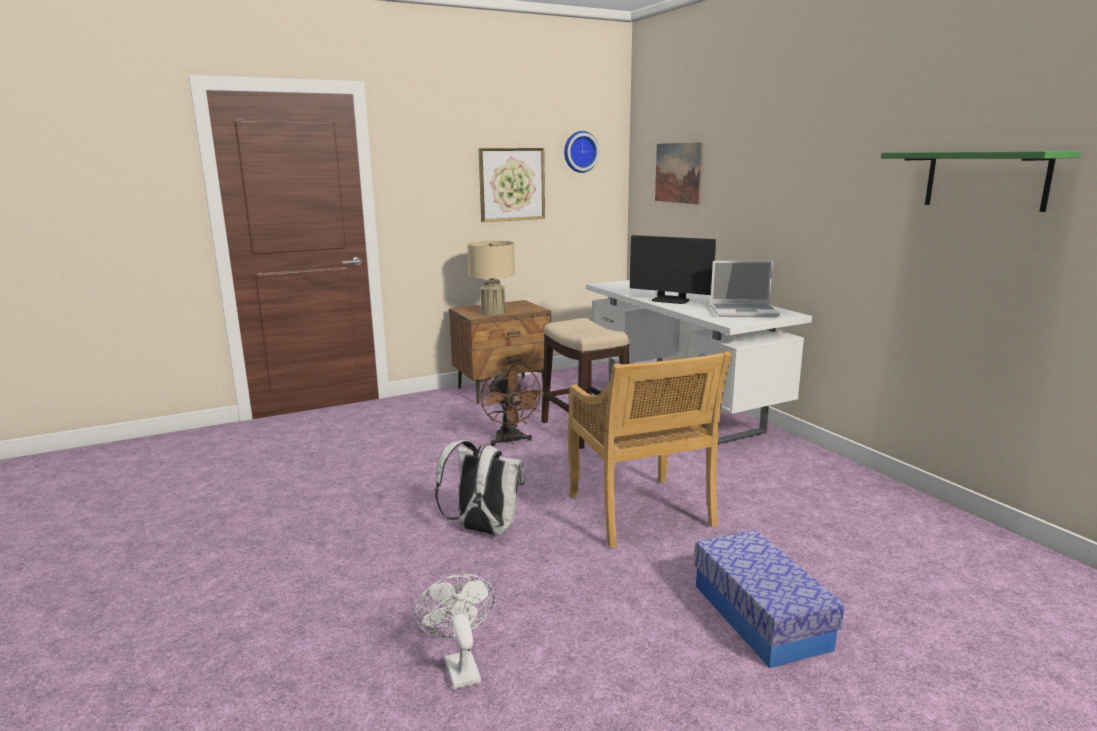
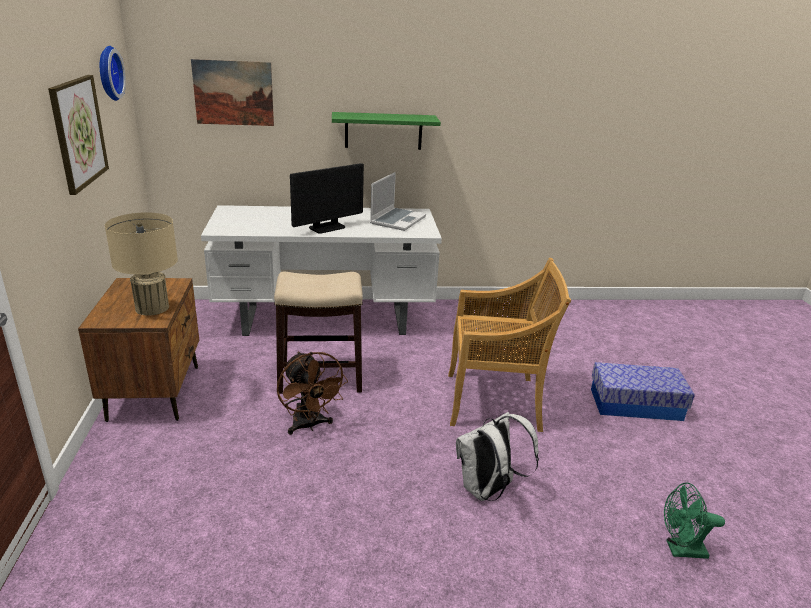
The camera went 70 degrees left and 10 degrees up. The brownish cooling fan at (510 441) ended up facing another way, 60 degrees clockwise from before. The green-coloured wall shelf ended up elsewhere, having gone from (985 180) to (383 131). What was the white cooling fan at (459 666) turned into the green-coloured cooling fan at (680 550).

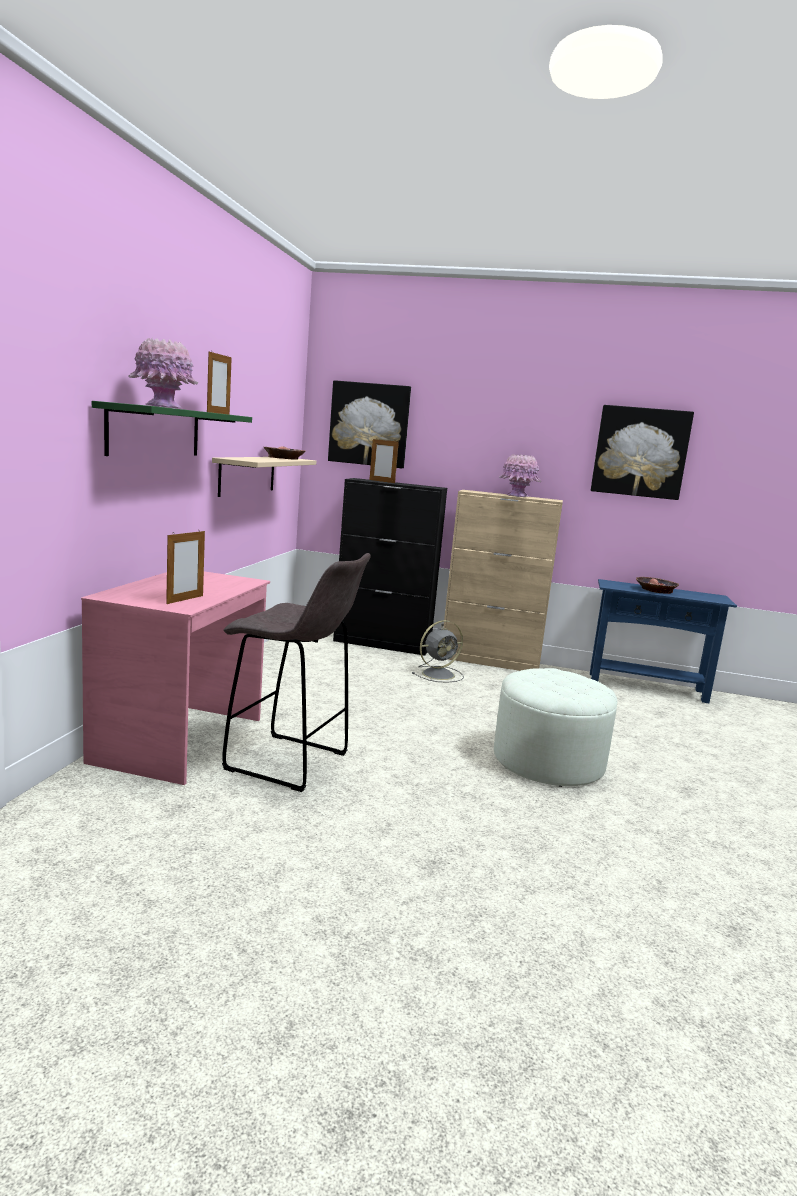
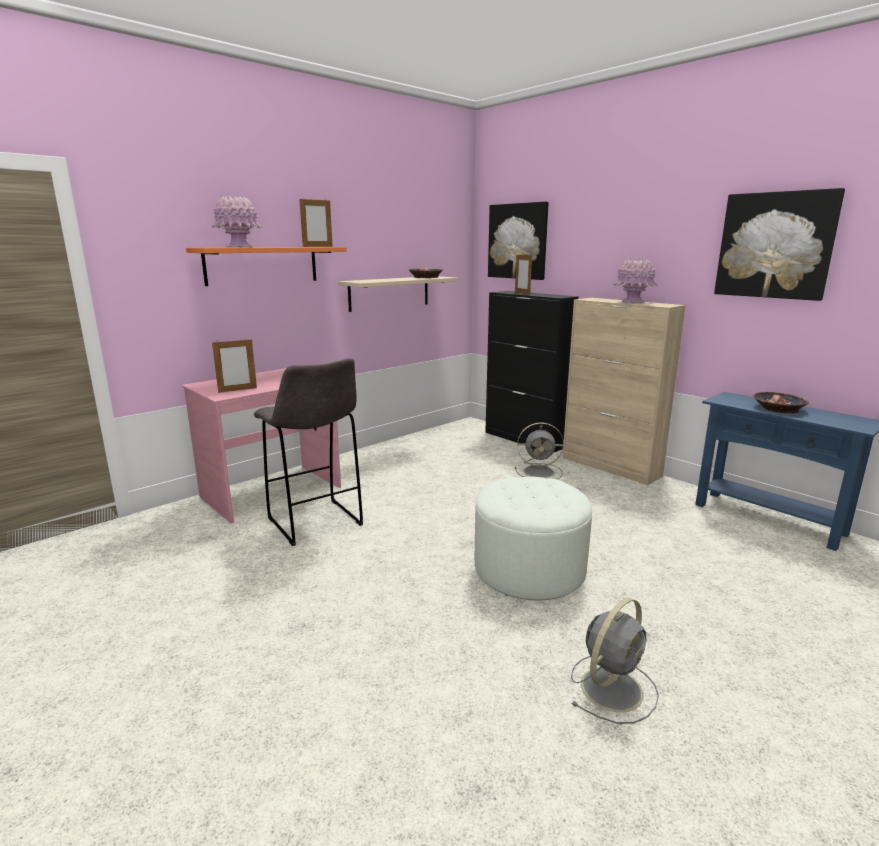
The camera went 35 degrees right and 5 degrees up. What was the green-coloured wall shelf at (155 431) turned into the orangey wall shelf at (262 265). The second view gained the gray cooling fan at (612 687).

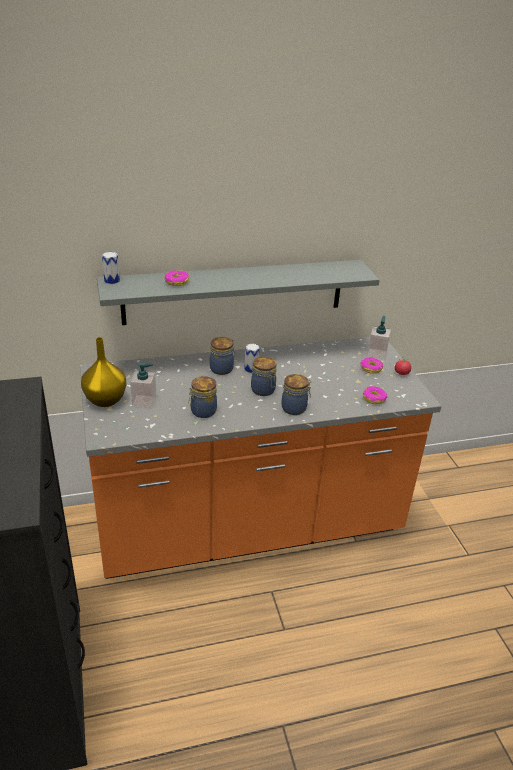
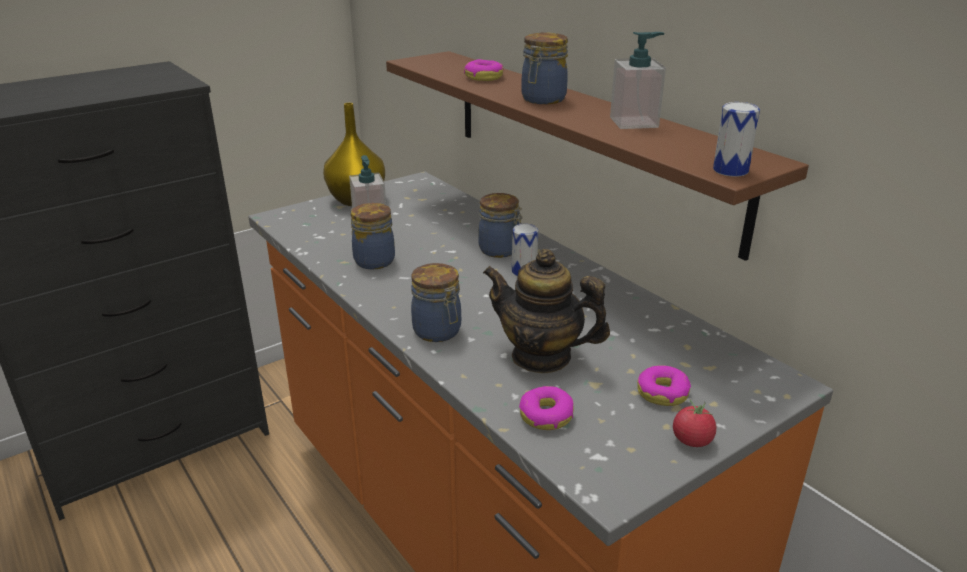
The camera went 70 degrees right and 5 degrees down. What was the gray wall shelf at (234 292) turned into the brownish wall shelf at (585 141). The second view gained the tea pot at (541 356). The jar ended up elsewhere, having gone from (263 390) to (542 100). The soap dispenser ended up elsewhere, having gone from (377 354) to (634 122). The metal can ended up elsewhere, having gone from (112 281) to (730 170).

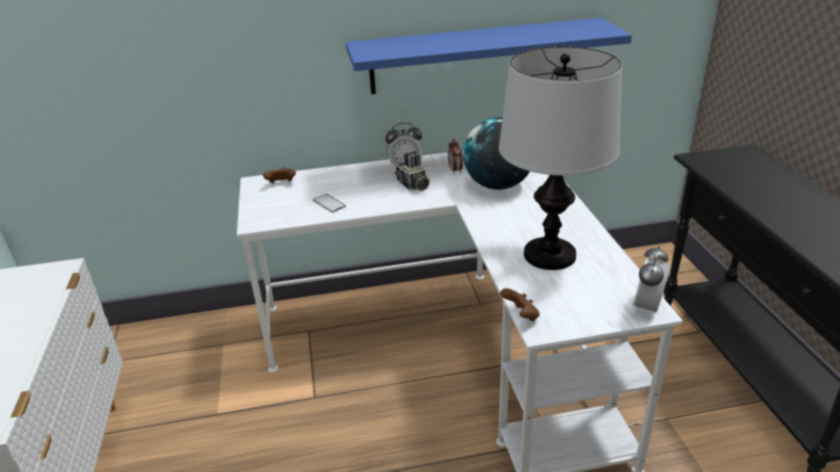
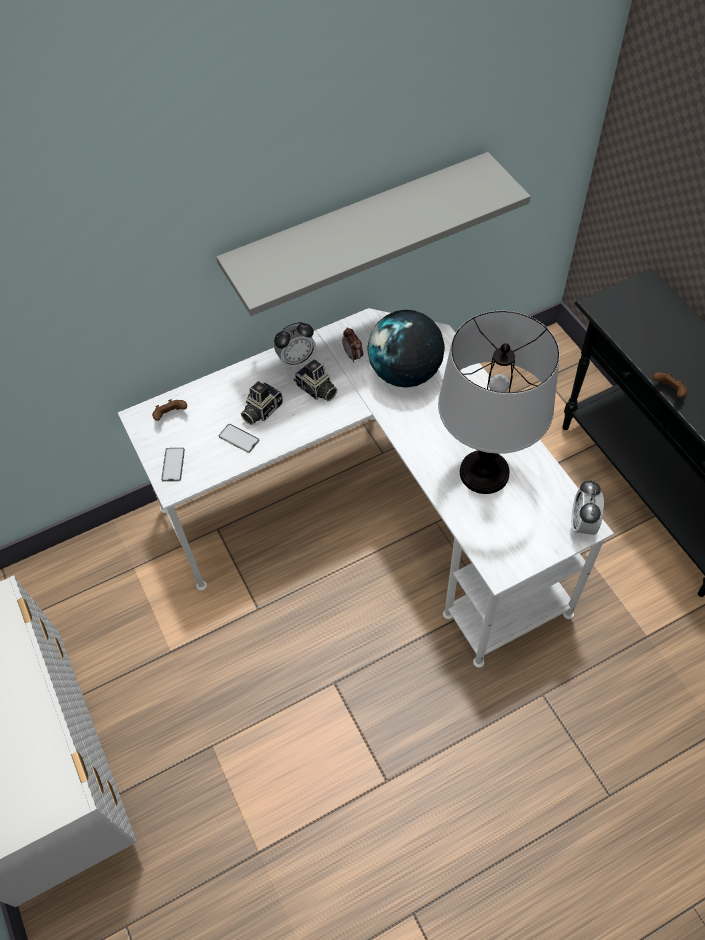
The camera went 15 degrees left and 25 degrees up. The second view gained the handset at (173 464). What was the bluish wall shelf at (477 56) turned into the gray wall shelf at (358 226). The second view gained the photo camera at (261 410). The brownish gamepad ended up elsewhere, having gone from (521 316) to (668 391).

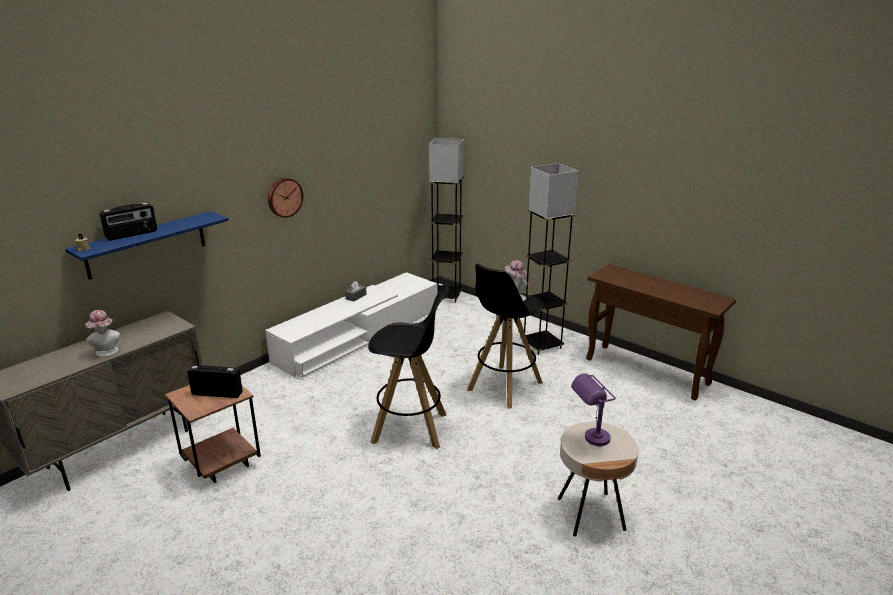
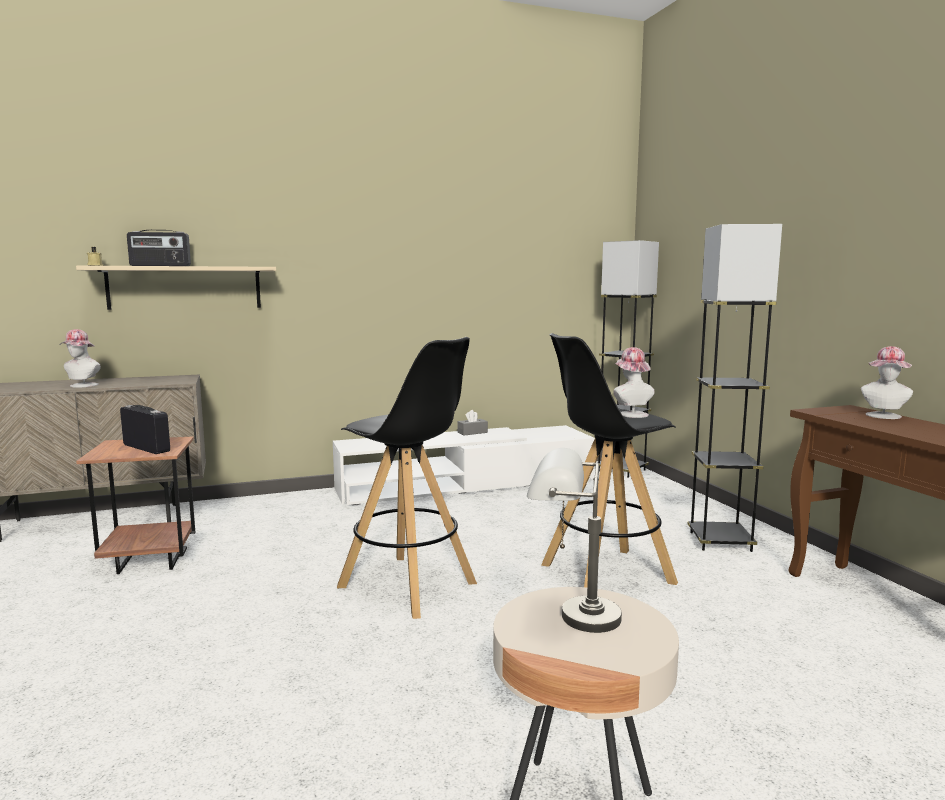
The camera went 30 degrees right and 15 degrees down. What was the bluish wall shelf at (146 245) turned into the beige wall shelf at (185 287). What was the purple-coloured lamp for a table at (590 440) turned into the gray lamp for a table at (569 616). The second view gained the wearable hat at (884 416). The second view lost the wall clock at (284 197).

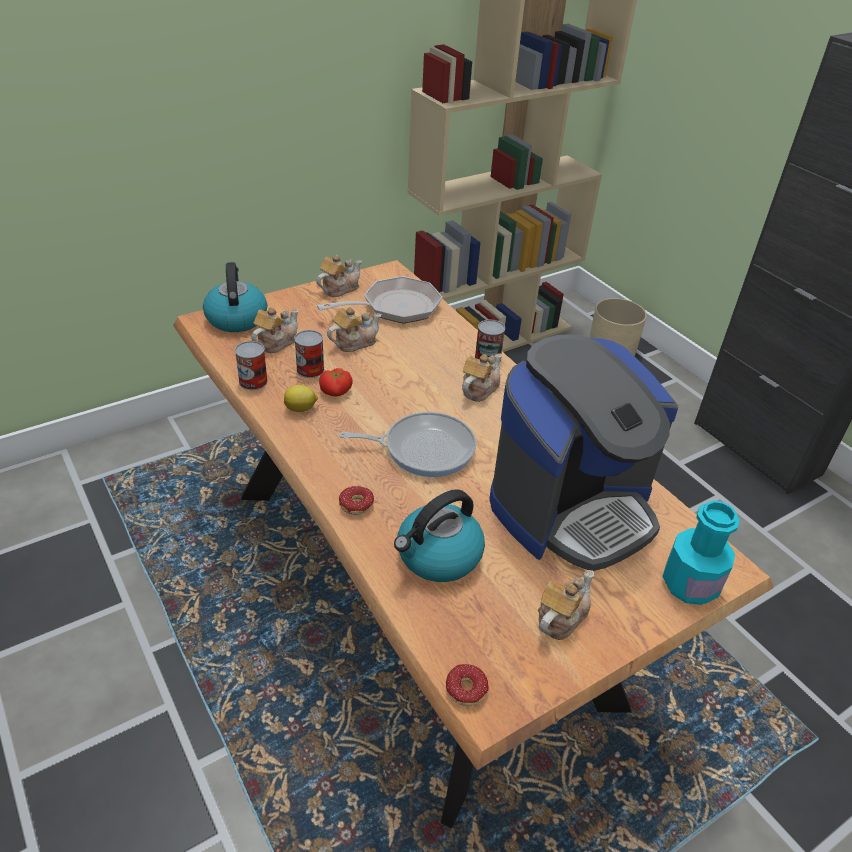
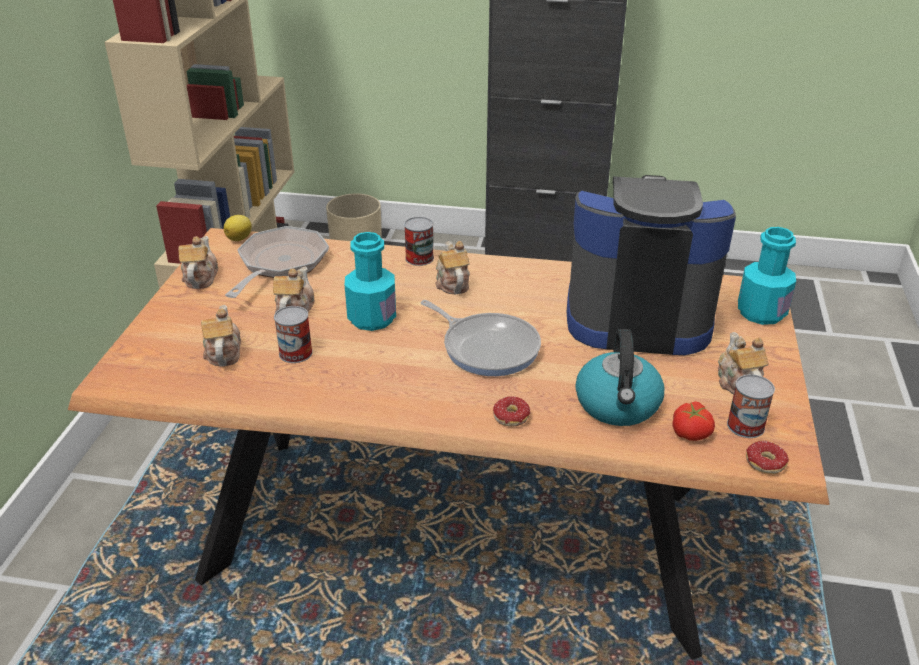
The camera went 45 degrees left and 5 degrees down. The lemon ended up elsewhere, having gone from (301 409) to (240 238). The second view gained the turquoise-coloured beverage bottle at (372 318). The skillet at (424 449) ended up facing another way, 90 degrees clockwise from before. The coffee maker at (572 508) ended up facing another way, 90 degrees counterclockwise from before. The fresh tomato ended up elsewhere, having gone from (336 391) to (691 432). The metal can ended up elsewhere, having gone from (253 381) to (745 426). The second view lost the kettle at (236 318).

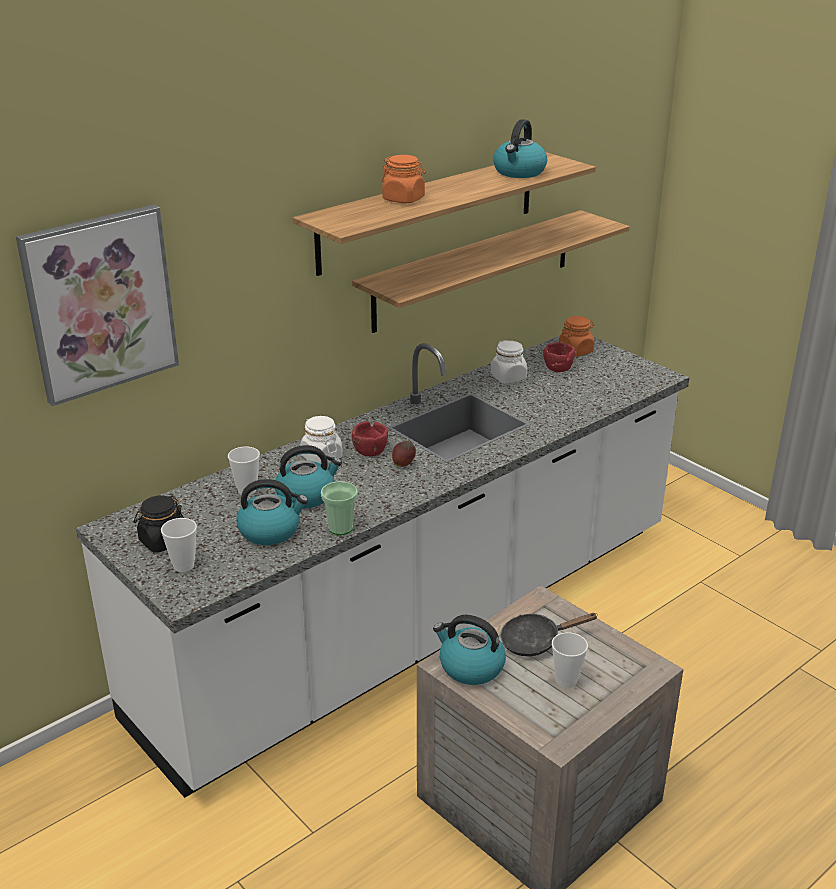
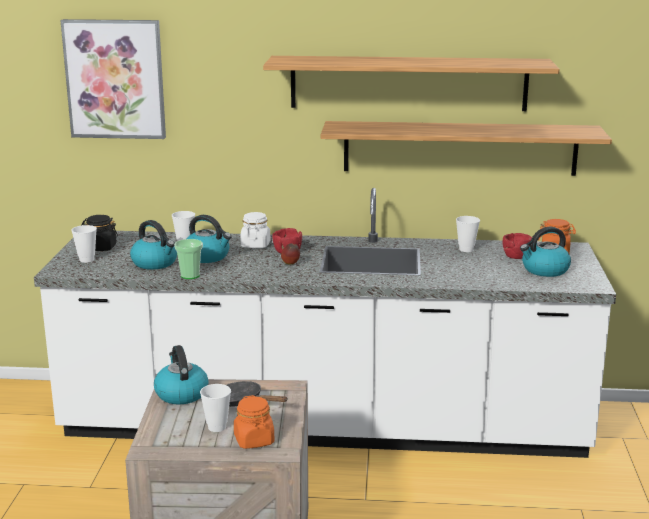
The camera went 45 degrees right and 10 degrees down. The orangey jar ended up elsewhere, having gone from (404 199) to (254 440). Where the white jar stood at (508 377), the small cup came to stand at (466 249). The kettle ended up elsewhere, having gone from (519 172) to (544 270).

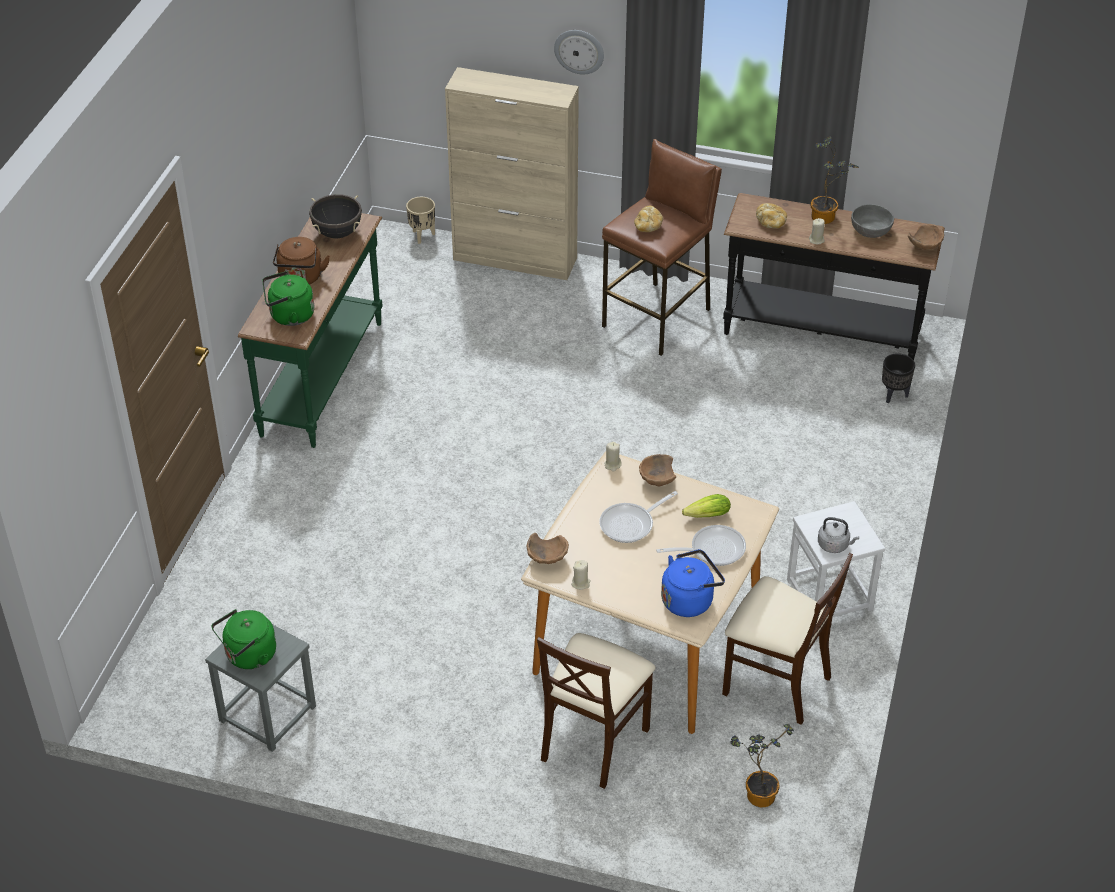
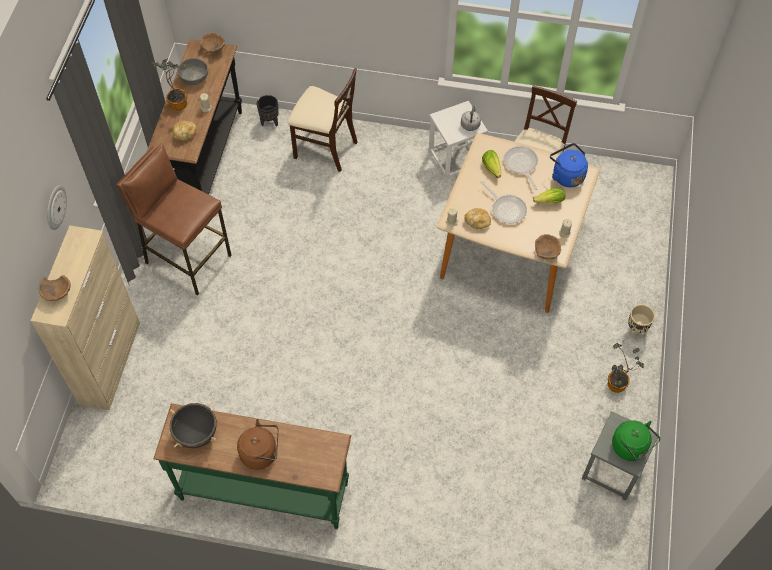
The camera went 95 degrees left and 15 degrees up. The brownish deep dish ended up elsewhere, having gone from (656 480) to (57 294). The beige plain chair ended up elsewhere, having gone from (593 741) to (325 148). The bakery bread ended up elsewhere, having gone from (648 226) to (477 222). The second view gained the lettuce at (547 202). The plant in a pot ended up elsewhere, having gone from (757 793) to (615 387). The beige plant pot ended up elsewhere, having gone from (422 236) to (635 330). The second view lost the green-coloured kettle at (289 316).

